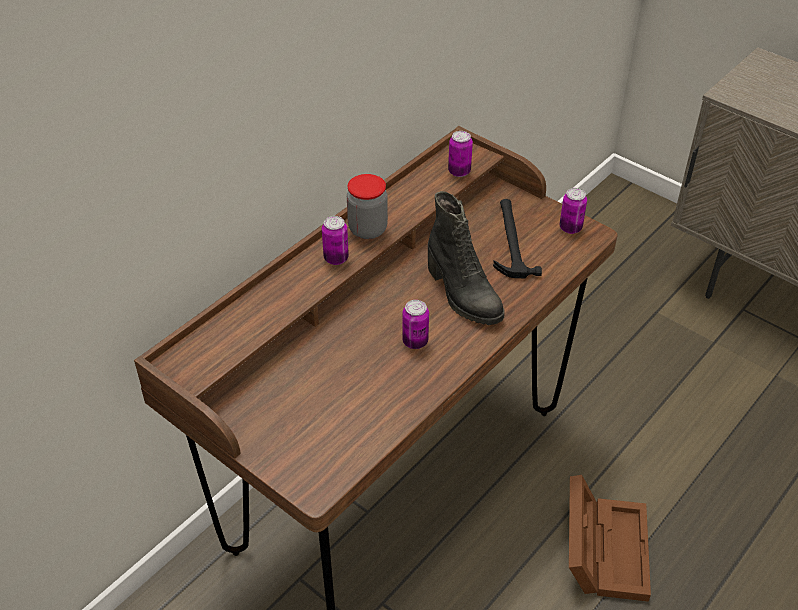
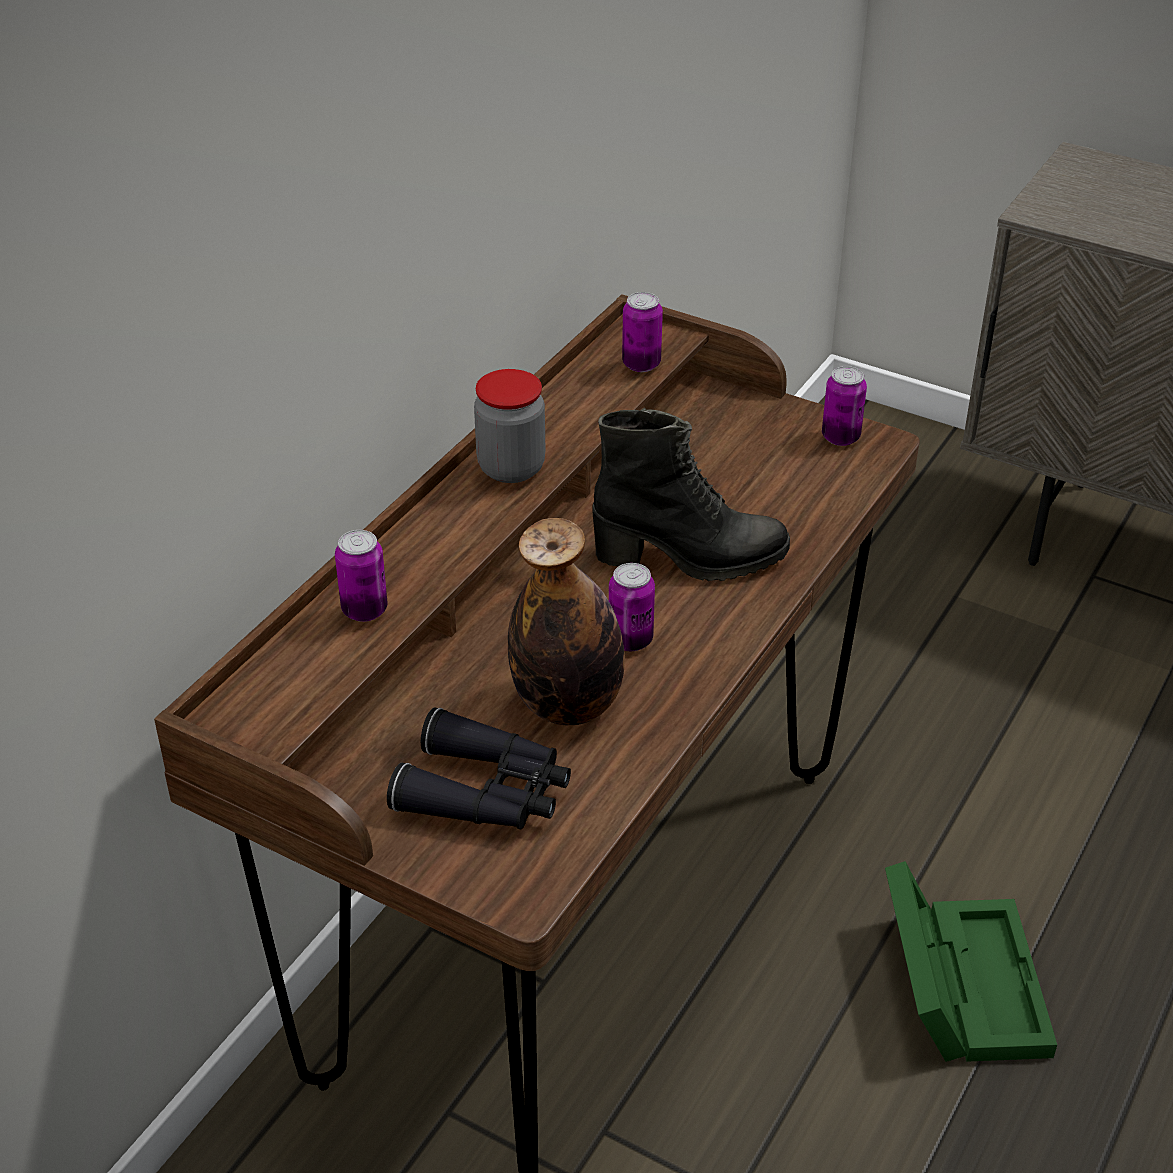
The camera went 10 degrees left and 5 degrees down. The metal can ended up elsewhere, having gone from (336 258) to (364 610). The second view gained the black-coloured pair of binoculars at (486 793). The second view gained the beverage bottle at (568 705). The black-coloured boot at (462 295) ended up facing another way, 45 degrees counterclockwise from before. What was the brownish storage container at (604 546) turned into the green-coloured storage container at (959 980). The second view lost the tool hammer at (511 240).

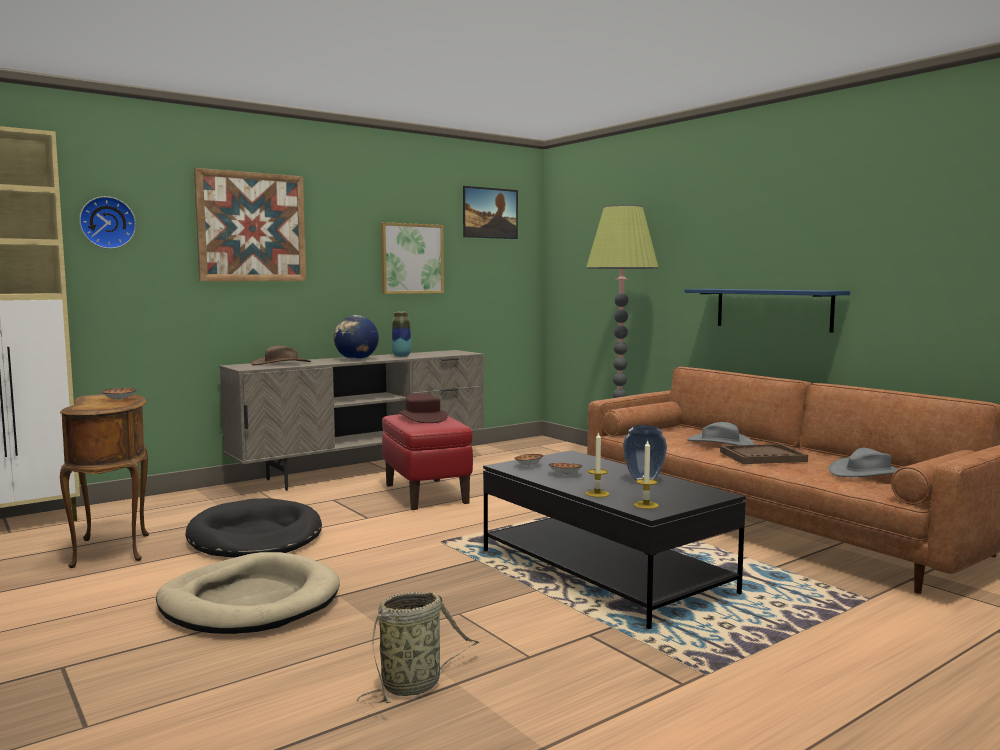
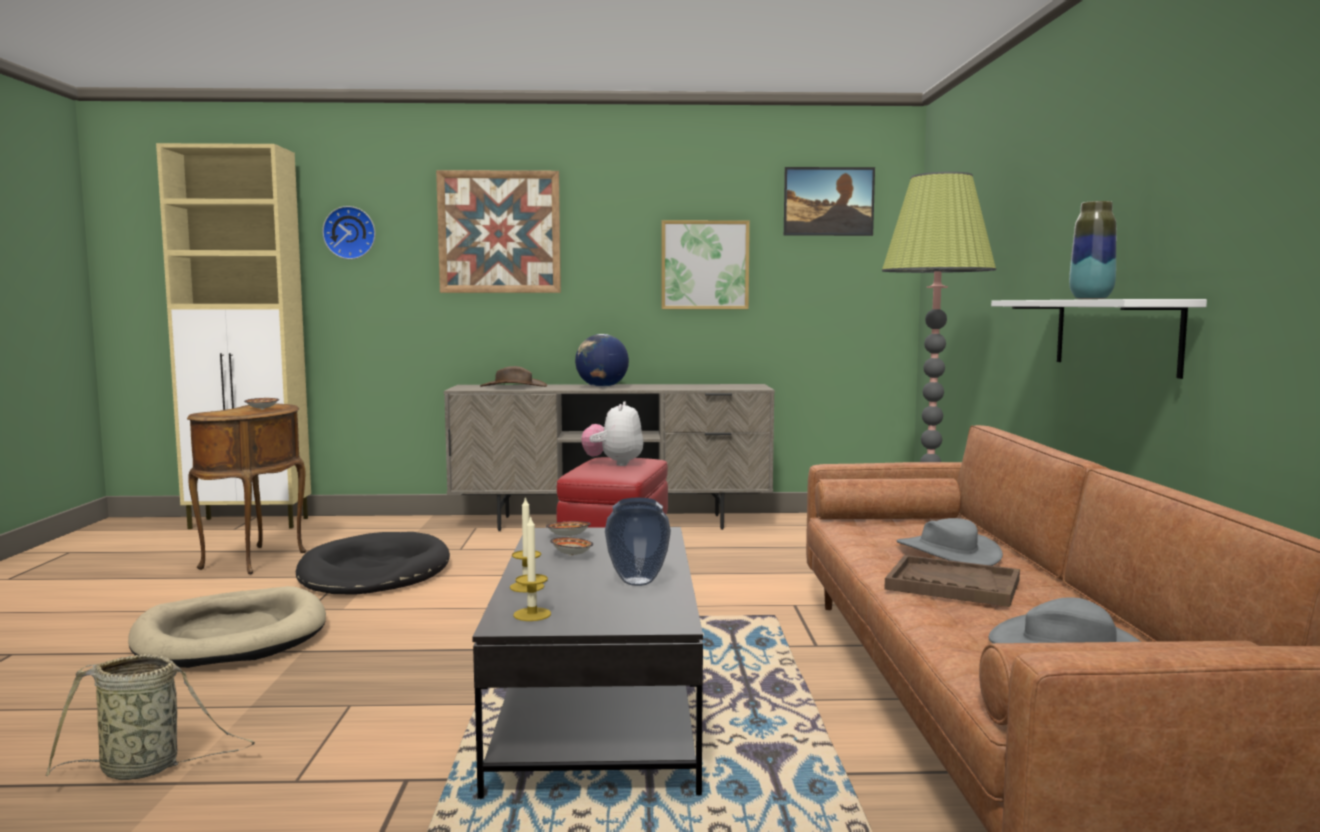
The camera went 35 degrees right and 0 degrees up. Where the brownish wearable hat stood at (422 418), the soft toy came to stand at (614 463). What was the bluish wall shelf at (773 309) turned into the white wall shelf at (1115 334). The decorative vase ended up elsewhere, having gone from (401 356) to (1091 299).

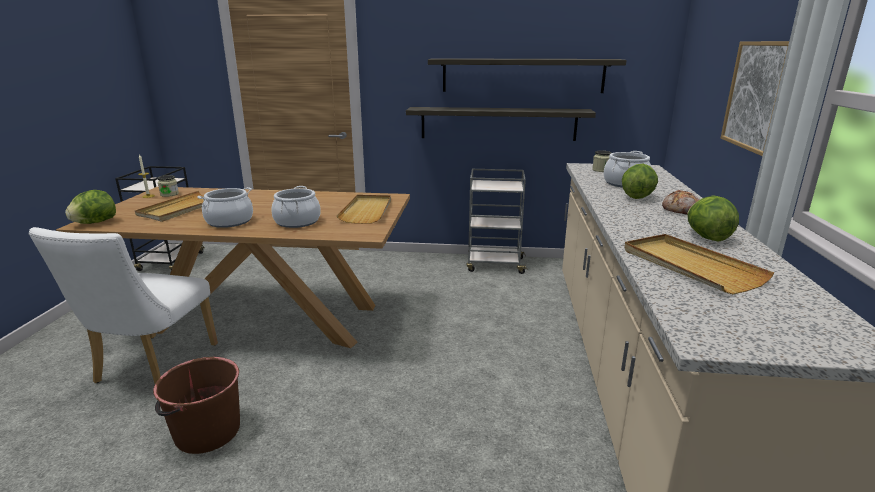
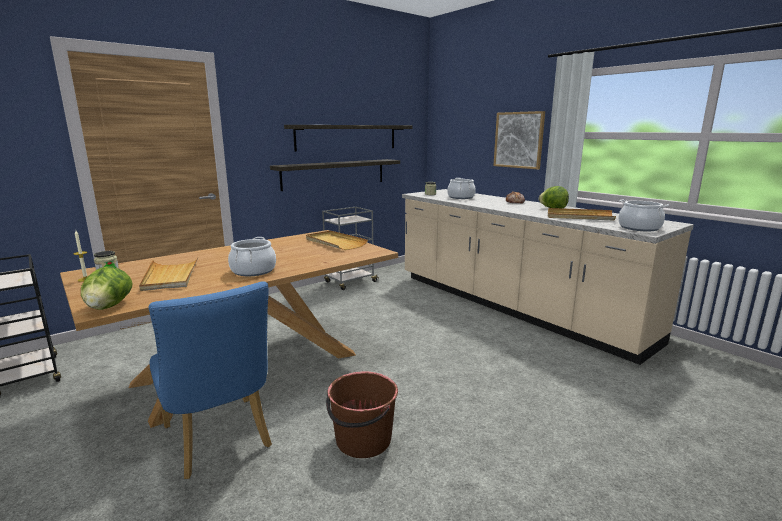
The camera went 45 degrees left and 5 degrees down. What was the white plain chair at (151 367) turned into the bluish plain chair at (220 441). The cooking pot ended up elsewhere, having gone from (297 222) to (639 228). The second view lost the lettuce at (637 197).

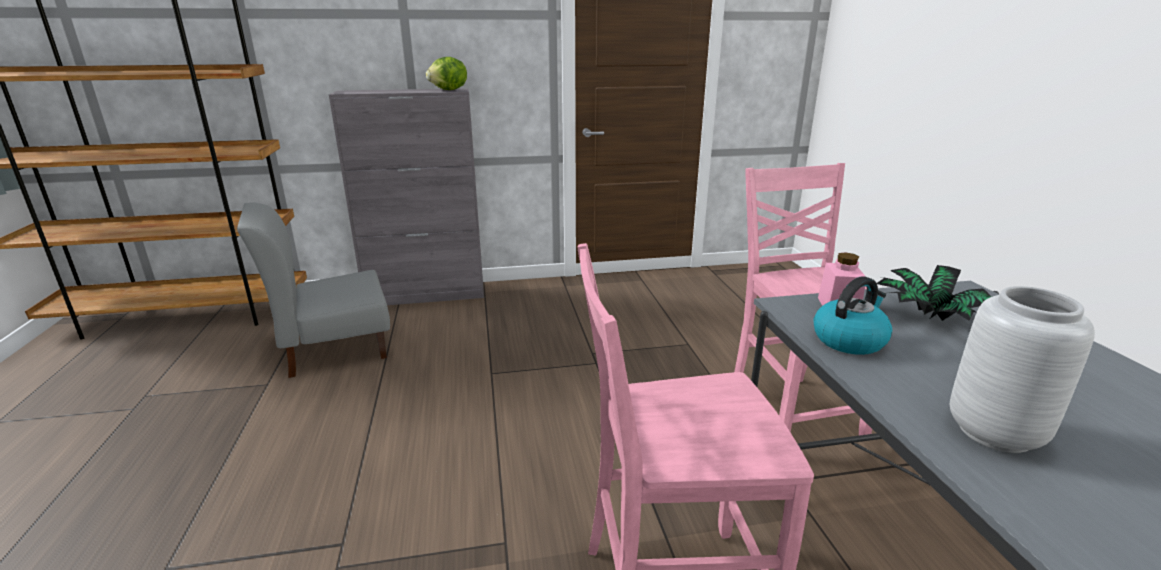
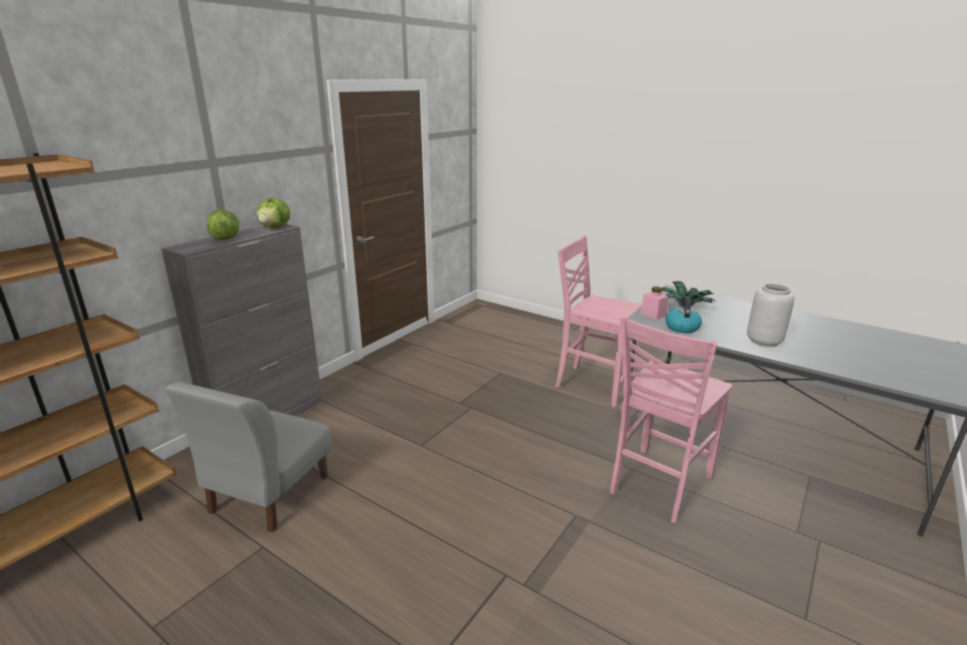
The camera went 45 degrees left and 0 degrees up. The second view gained the lettuce at (226 238).

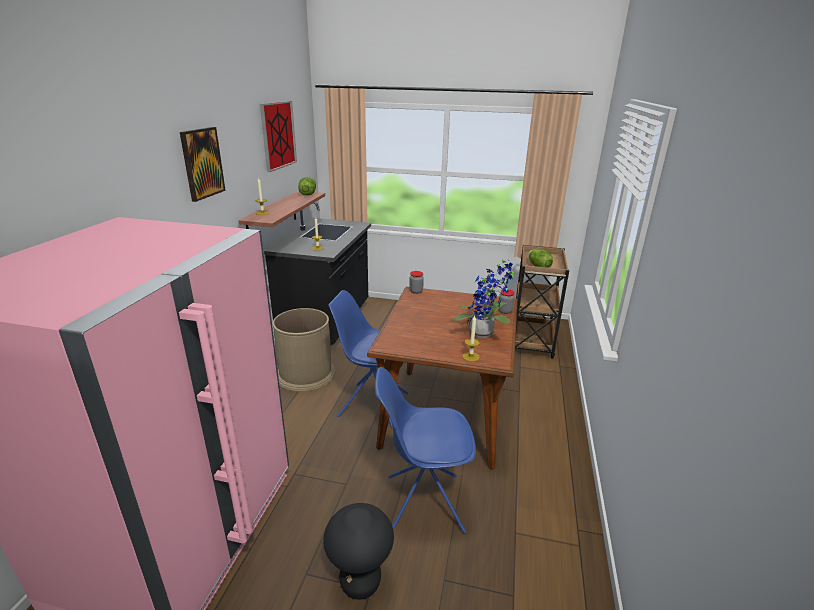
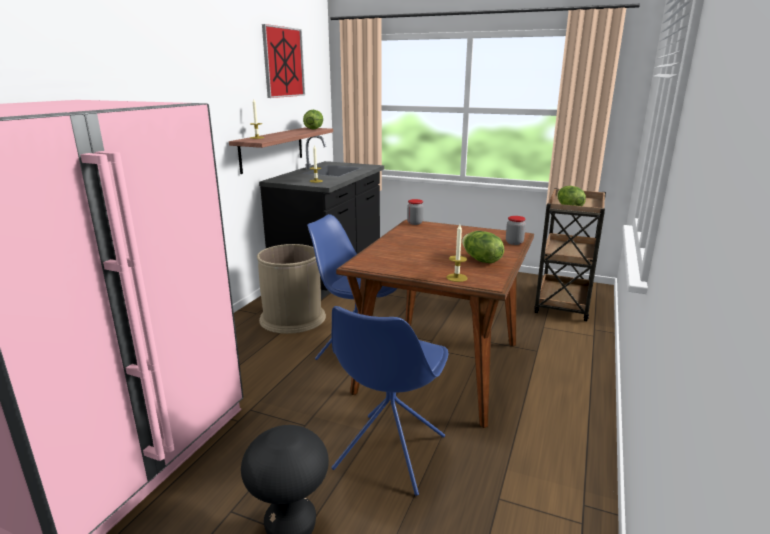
The camera went 10 degrees right and 5 degrees down. The bluish plain chair at (422 503) ended up facing another way, 75 degrees counterclockwise from before. Where the plant in a pot stood at (484 334), the lettuce came to stand at (480 260). The second view lost the wall art at (202 163).

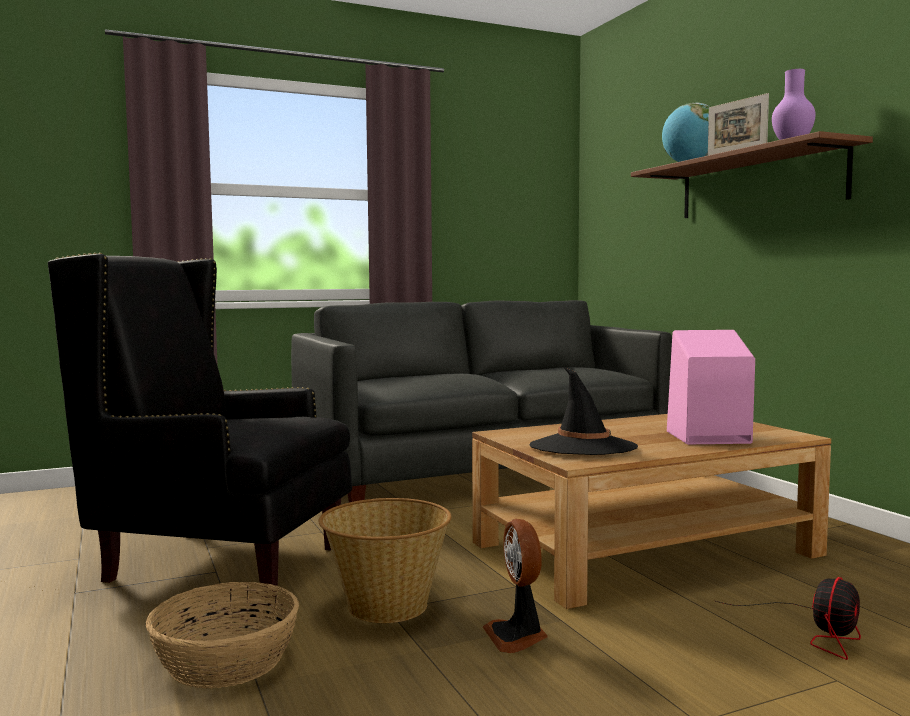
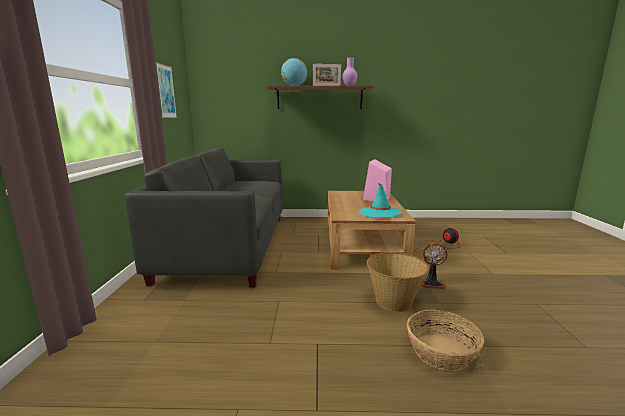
The camera went 65 degrees left and 10 degrees up. The second view gained the wall art at (166 91). What was the black-coloured wearable hat at (583 447) turned into the turquoise-coloured wearable hat at (380 212). The second view lost the black-coloured armchair at (221 563).

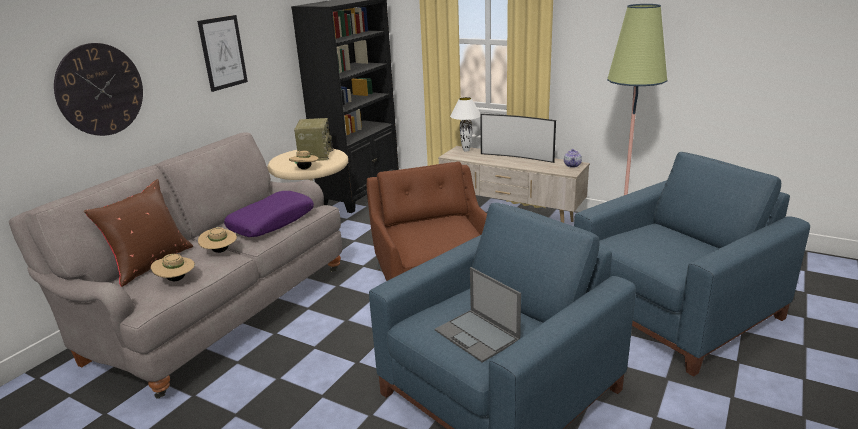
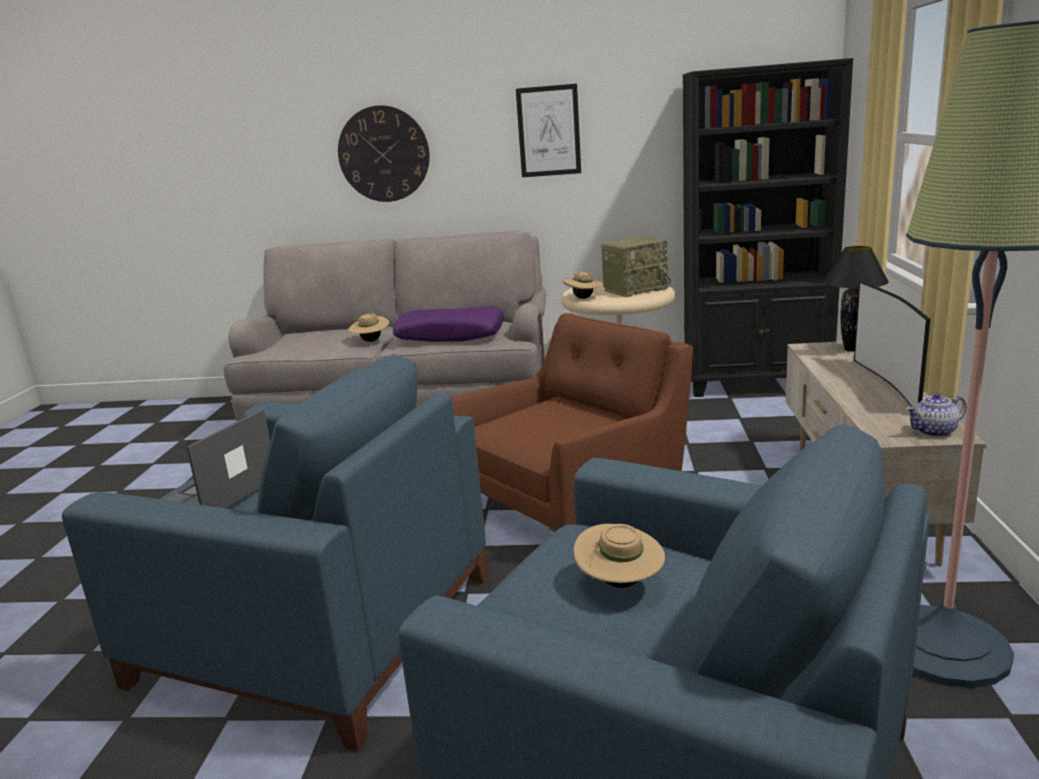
The camera went 65 degrees right and 5 degrees down. The beige wearable hat ended up elsewhere, having gone from (176 280) to (620 583). What was the white lamp for a table at (466 150) turned into the black-coloured lamp for a table at (851 349). The second view lost the brownish cushion at (150 263).

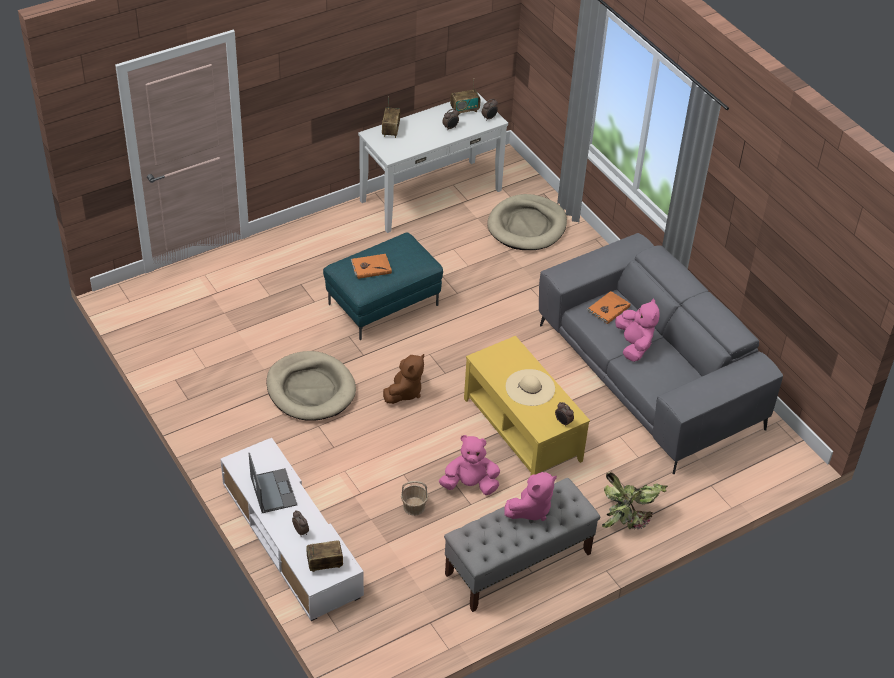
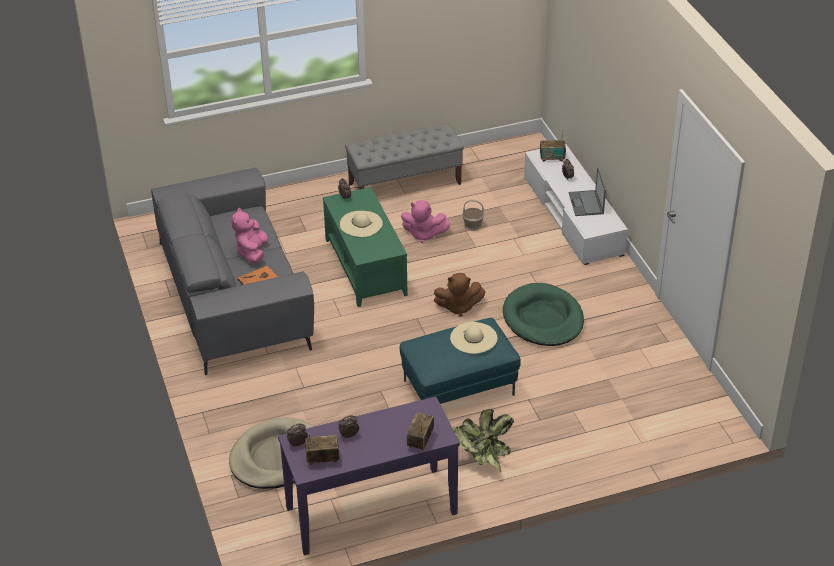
The camera went 165 degrees left and 5 degrees down. What was the white hall table at (430 195) turned into the purple-coloured hall table at (371 511). What was the yellow low table at (522 429) turned into the green-coloured low table at (365 267). The brownish soft toy at (404 392) ended up facing another way, 135 degrees counterclockwise from before. Where the orangey volume stood at (371 267), the beige wearable hat came to stand at (473 338). The plant in a pot ended up elsewhere, having gone from (628 516) to (482 459). What was the beige dog bed at (310 389) turned into the green-coloured dog bed at (543 318). The second view lost the pink soft toy at (531 509).

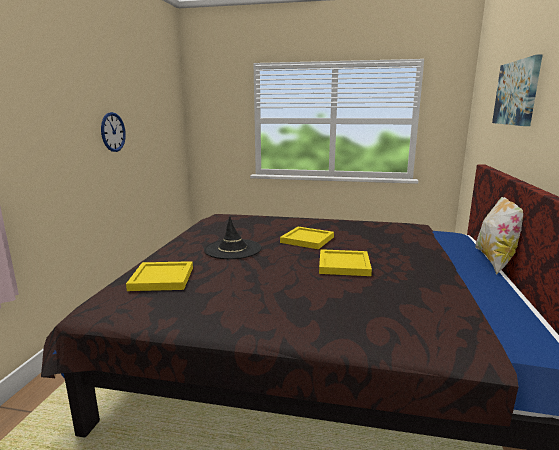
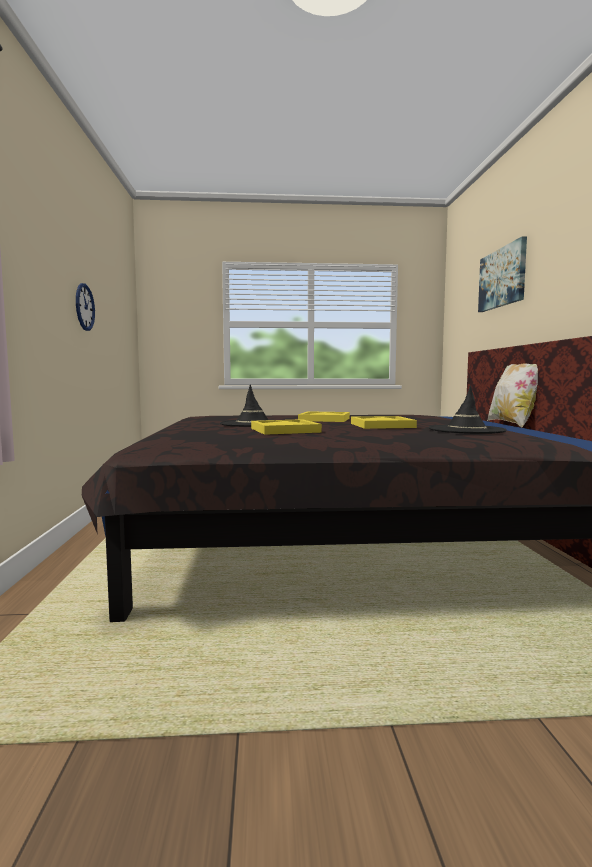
The camera went 15 degrees left and 10 degrees down. The yellow tray ended up elsewhere, having gone from (161 279) to (284 430). The second view gained the black-coloured wearable hat at (466 430).

